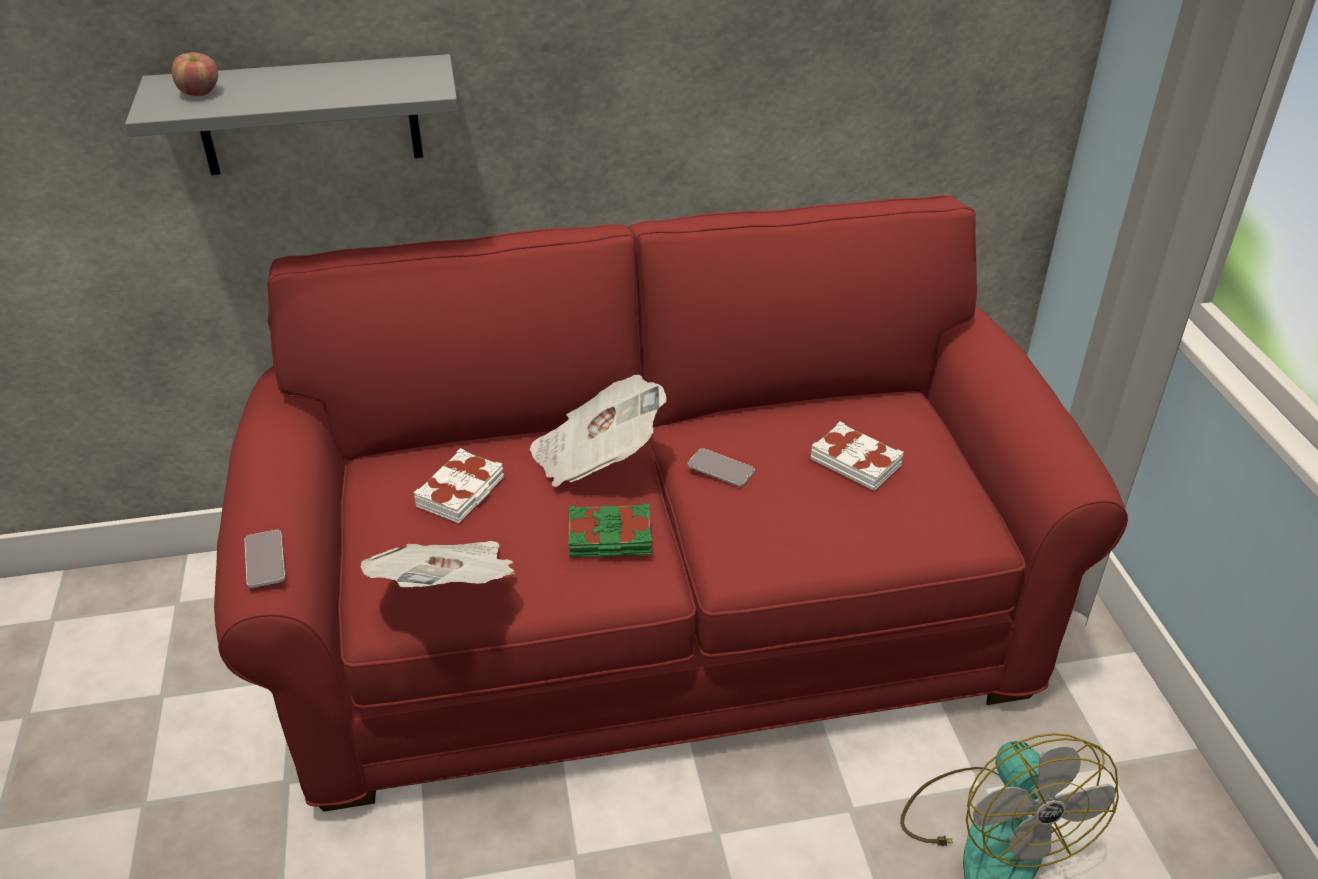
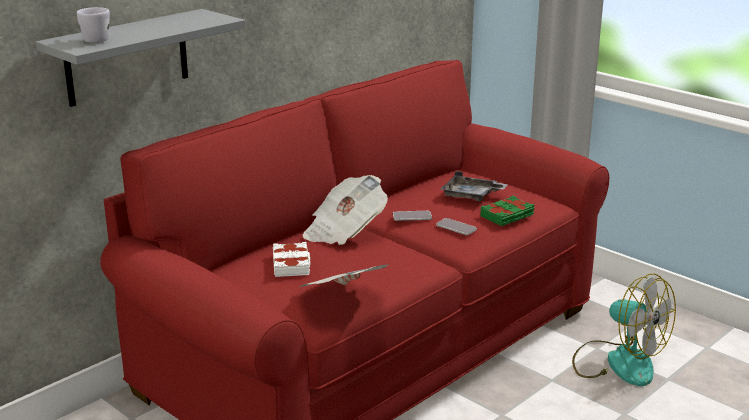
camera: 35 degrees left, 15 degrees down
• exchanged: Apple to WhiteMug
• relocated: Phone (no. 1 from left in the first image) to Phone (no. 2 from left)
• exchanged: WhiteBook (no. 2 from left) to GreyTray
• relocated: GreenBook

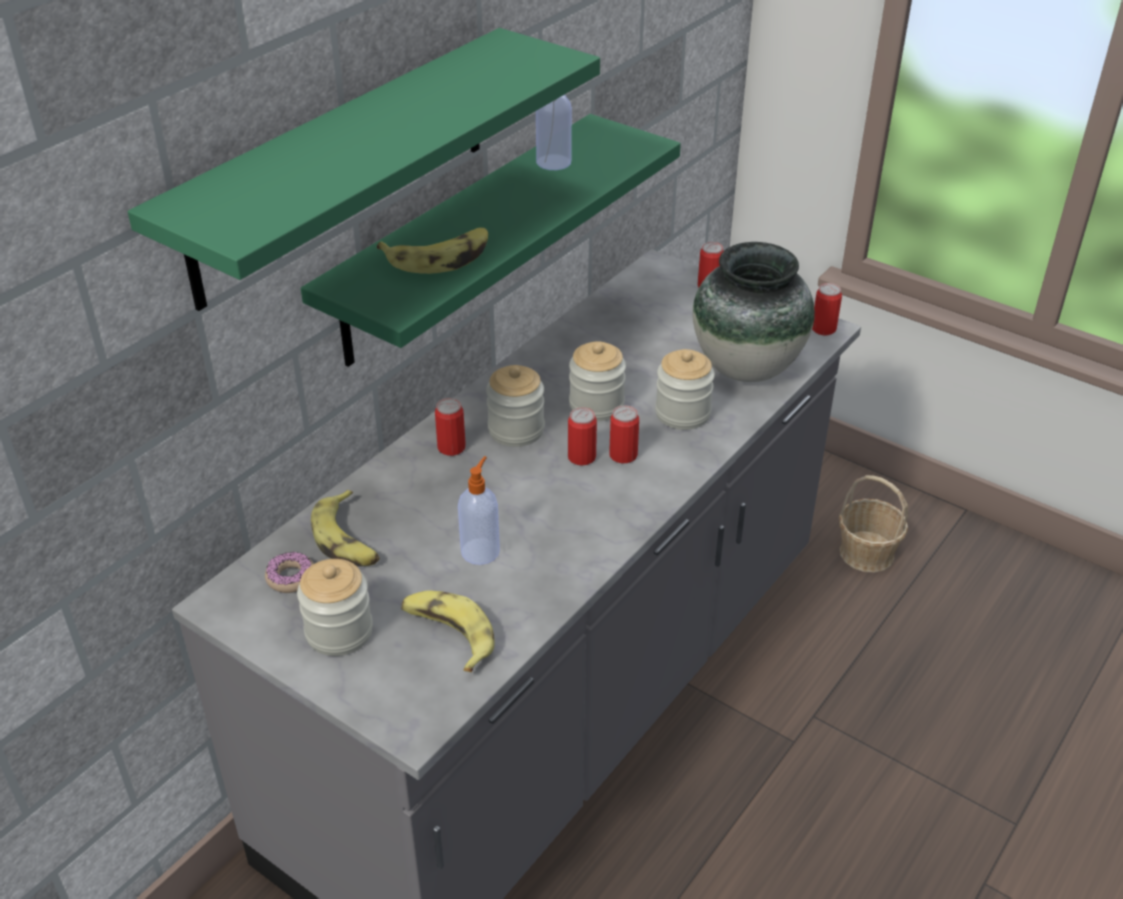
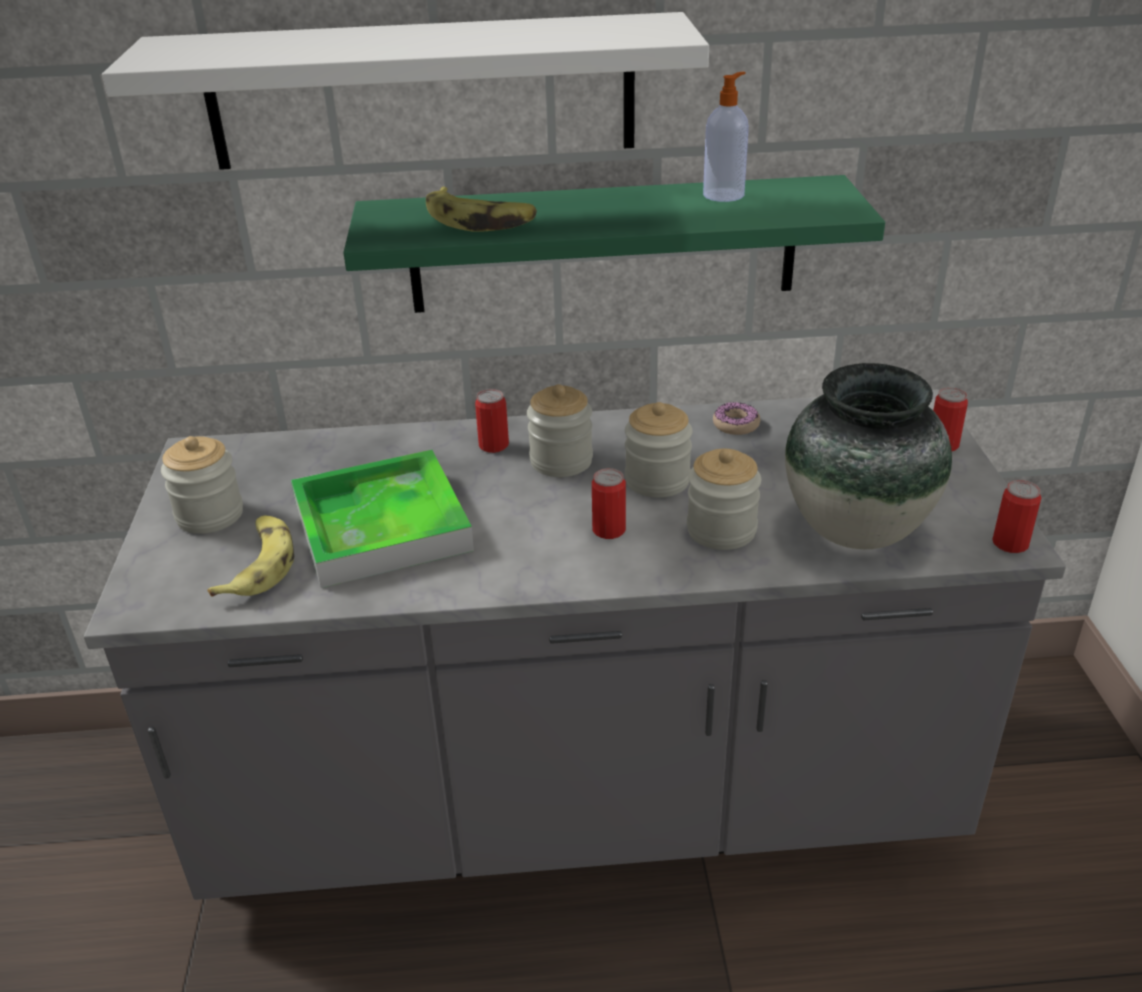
camera: 50 degrees right, 5 degrees down
• colour: GreenShelf (no. 1 from left) to WhiteShelf
• exchanged: SoapDispenser (no. 1 from left) to Tray
• relocated: Donut
• missing: Banana (no. 1 from left)
• missing: Can (no. 2 from left)
• missing: Basket

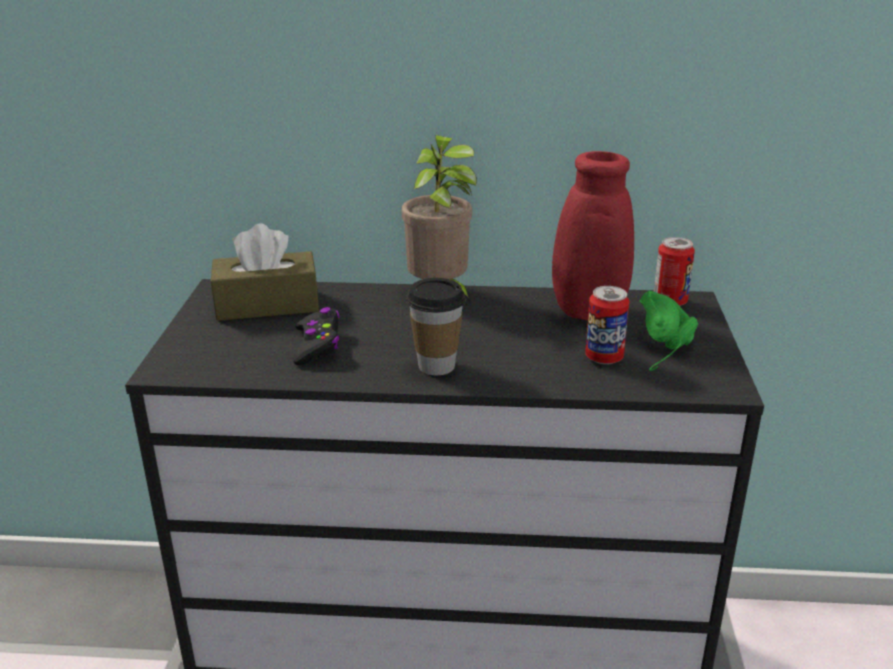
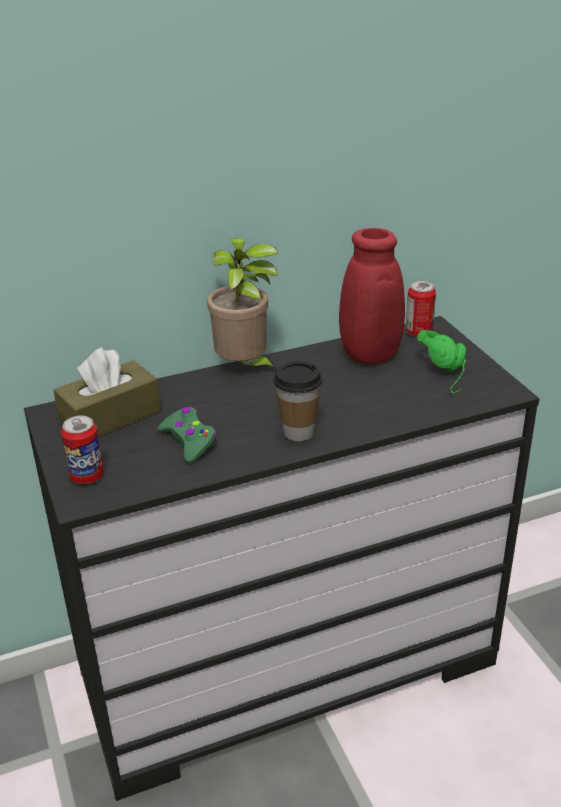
camera: 25 degrees left, 5 degrees up
• relocated: Can (no. 1 from left)
• colour: BlackGameController to GreenGameController

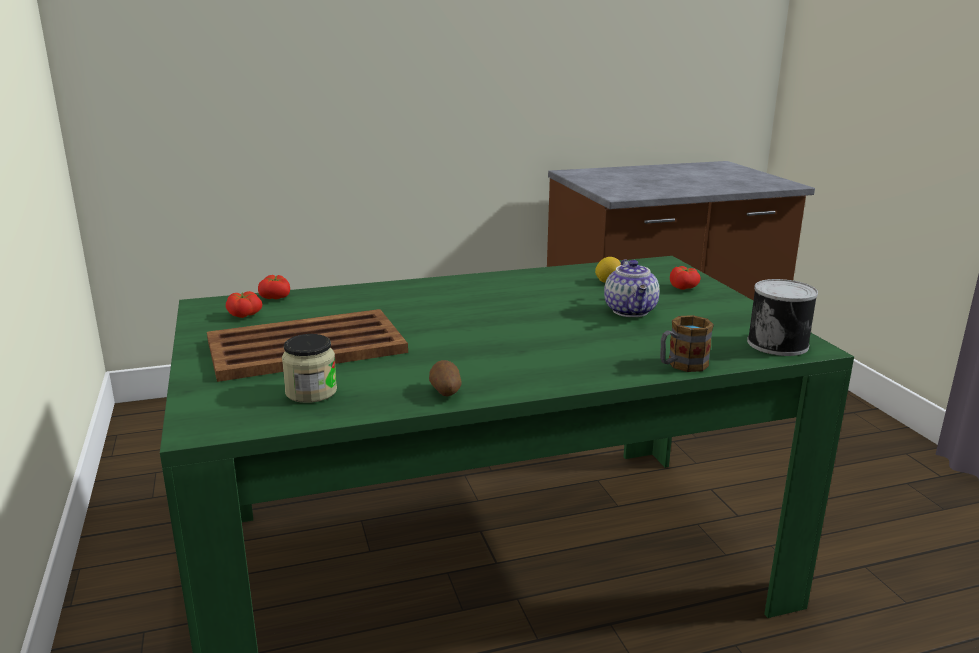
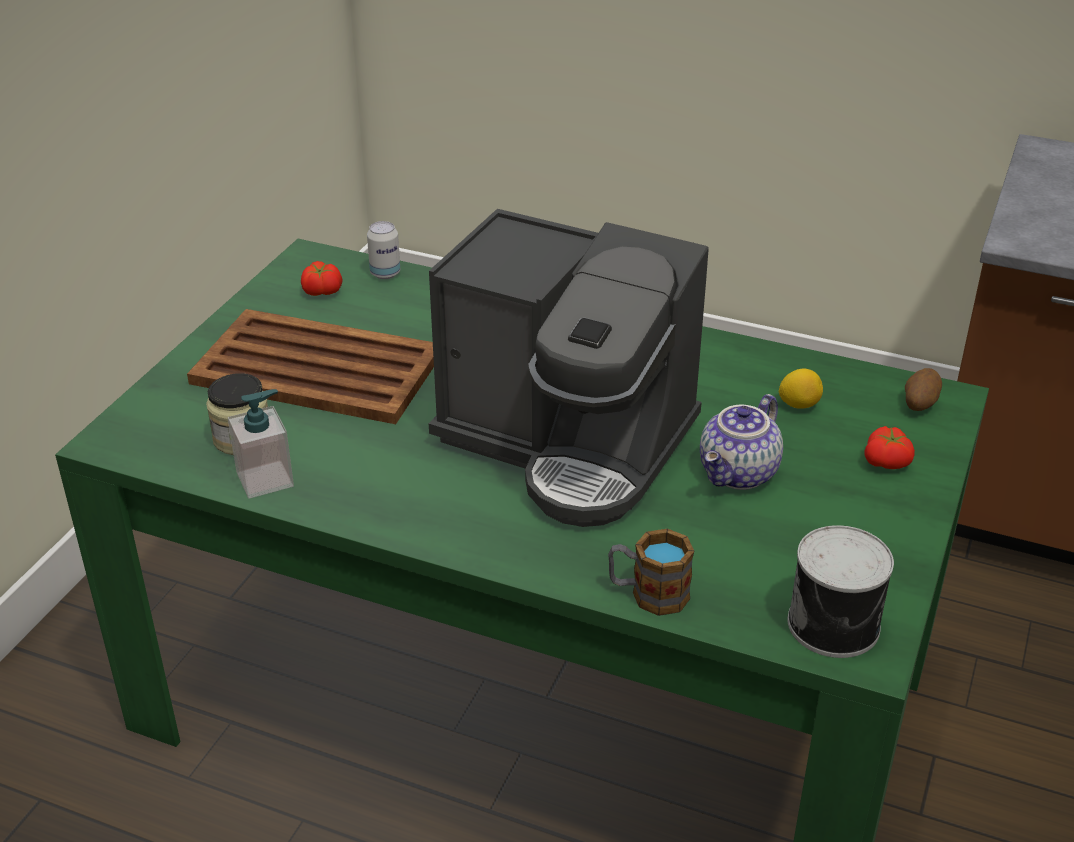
camera: 40 degrees right, 15 degrees up
• appeared: SoapDispenser
• exchanged: Tomato (no. 2 from left) to Can (no. 1 from left)
• appeared: CoffeeMachine
• relocated: Potato

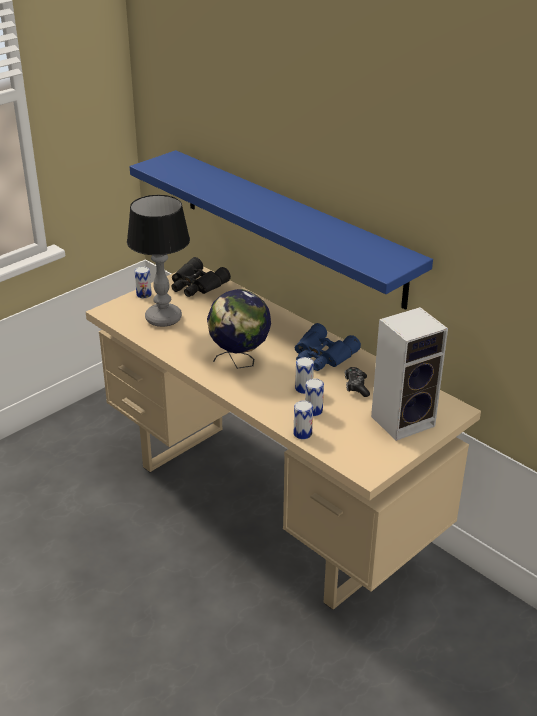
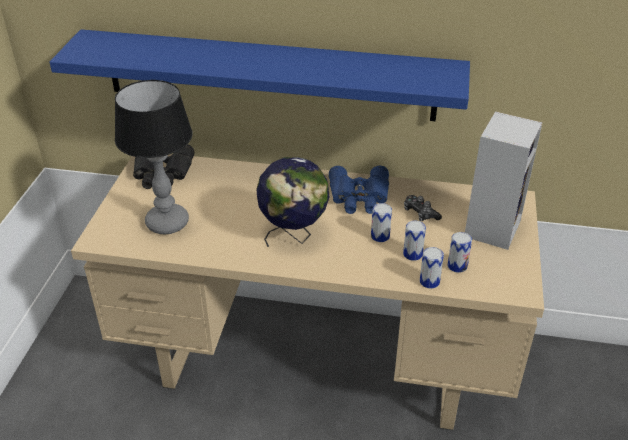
camera: 35 degrees left, 5 degrees up
• relocated: Can (no. 1 from left in the first image) to Can (no. 4 from left)

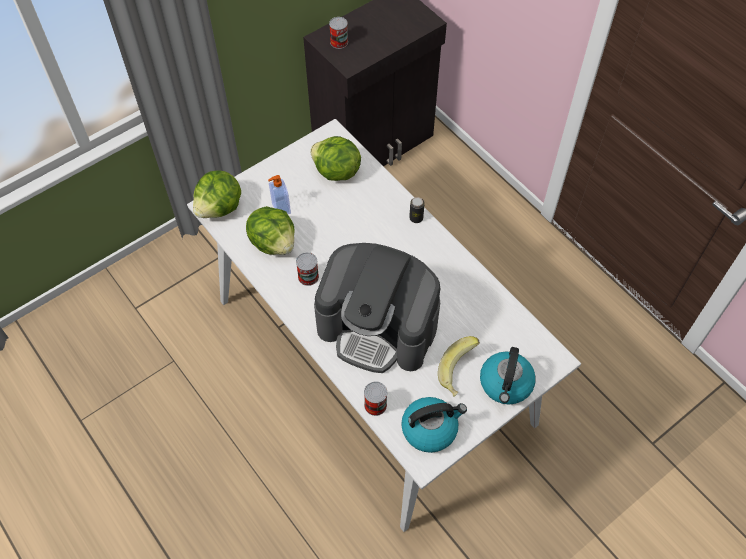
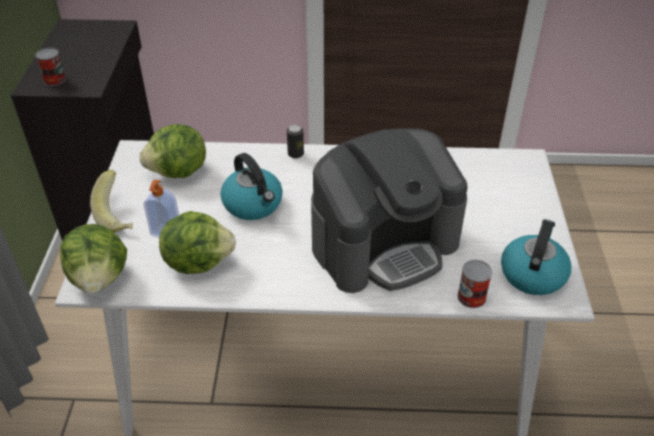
camera: 50 degrees left, 15 degrees down
• relocated: Banana
• relocated: Kettle (no. 2 from left in the first image) to Kettle (no. 1 from left)
• missing: Can (no. 1 from left)

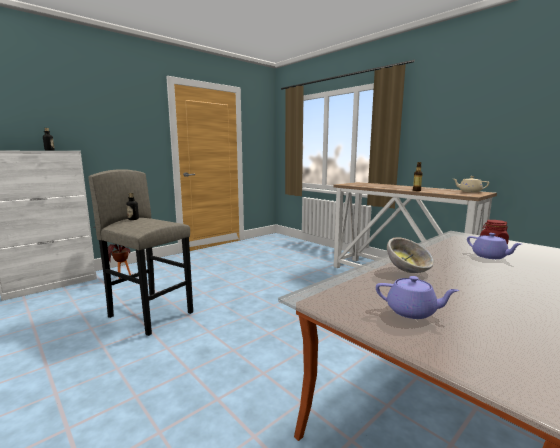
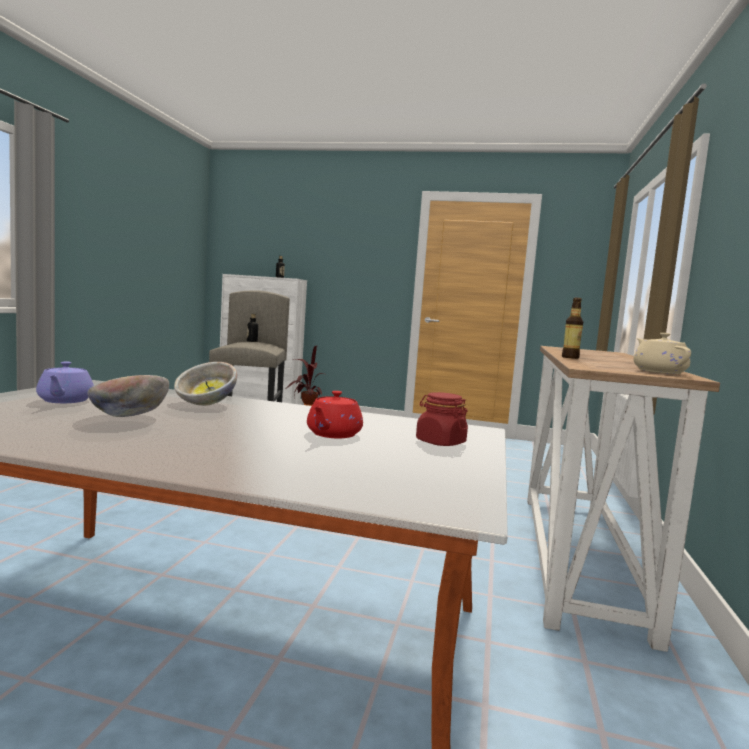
camera: 55 degrees right, 5 degrees down
• appeared: Bowl (no. 1 from left)
• colour: PurpleTeapot (no. 2 from left) to RedTeapot

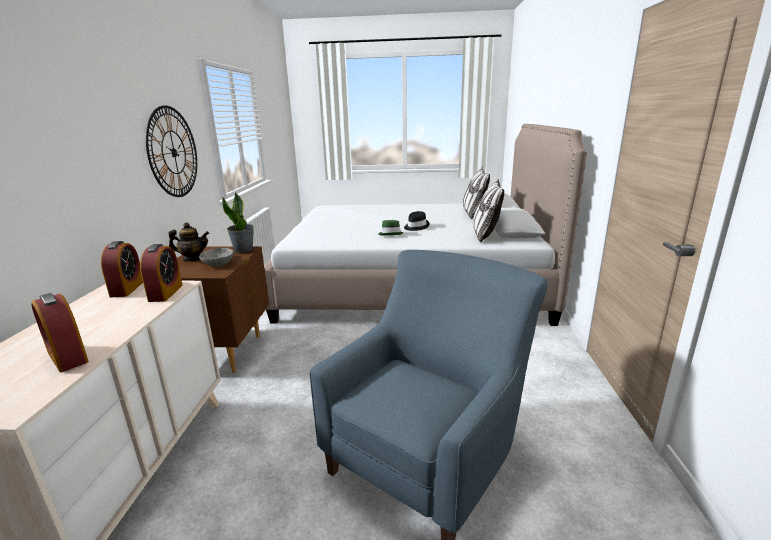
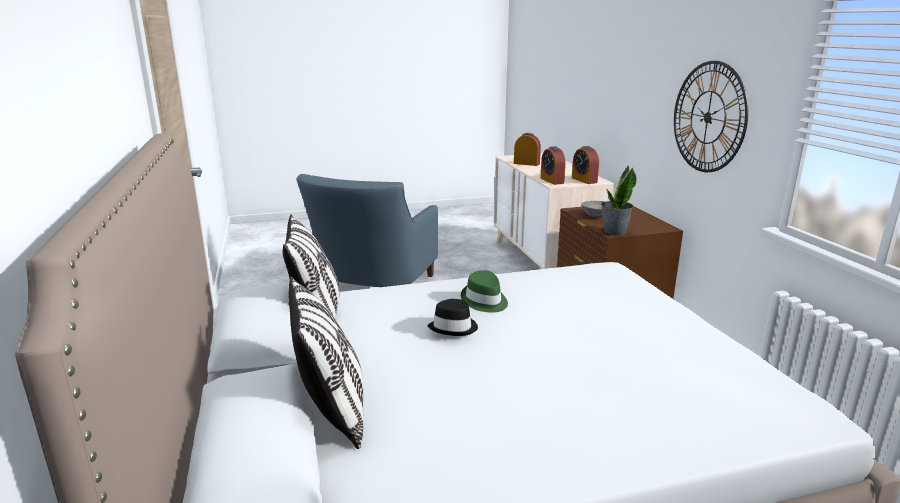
camera: 160 degrees right, 0 degrees up
• missing: Teapot

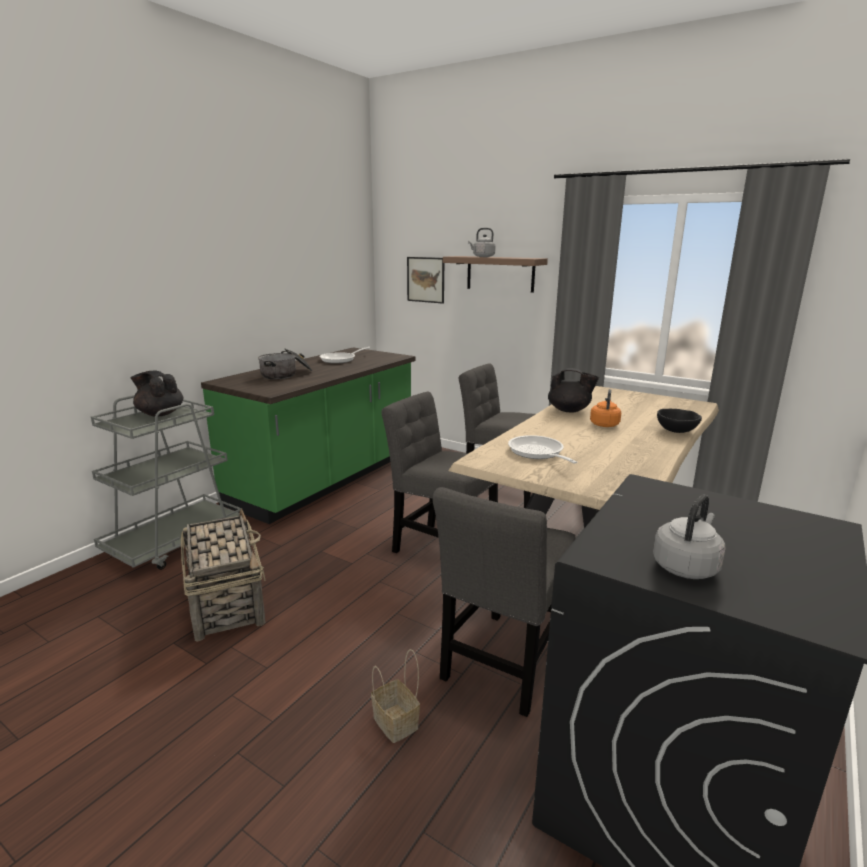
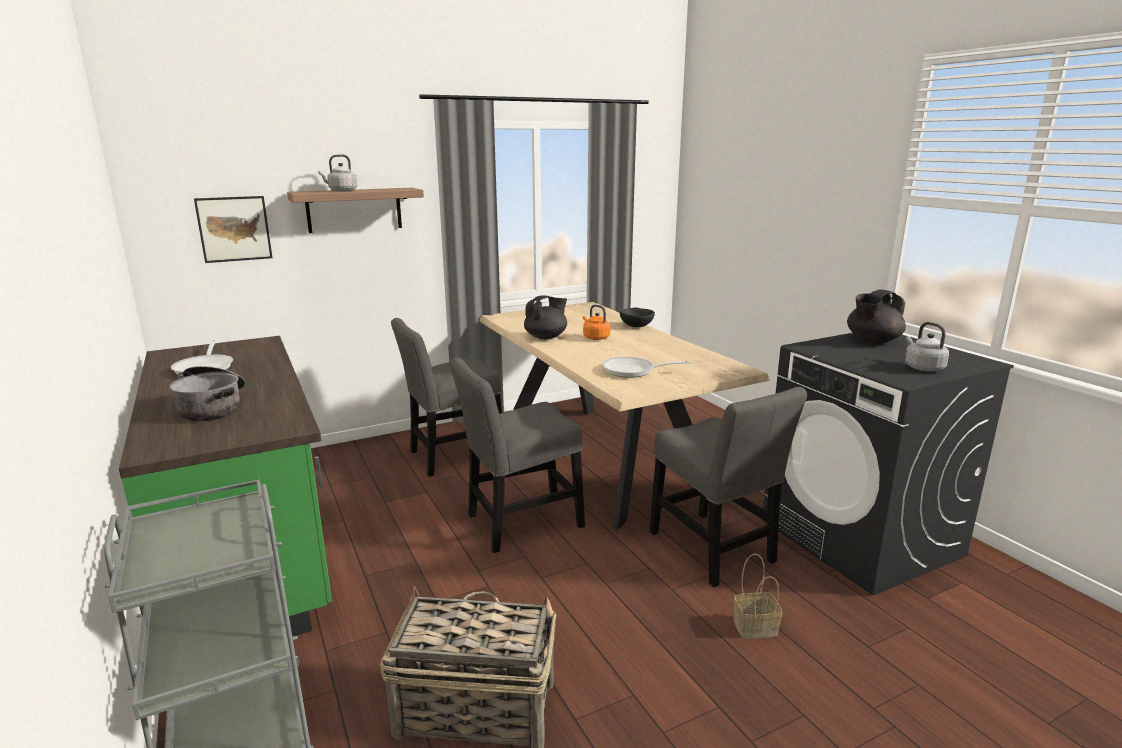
camera: 60 degrees left, 0 degrees up
• relocated: BlackTeapot (no. 1 from left in the first image) to BlackTeapot (no. 2 from left)

